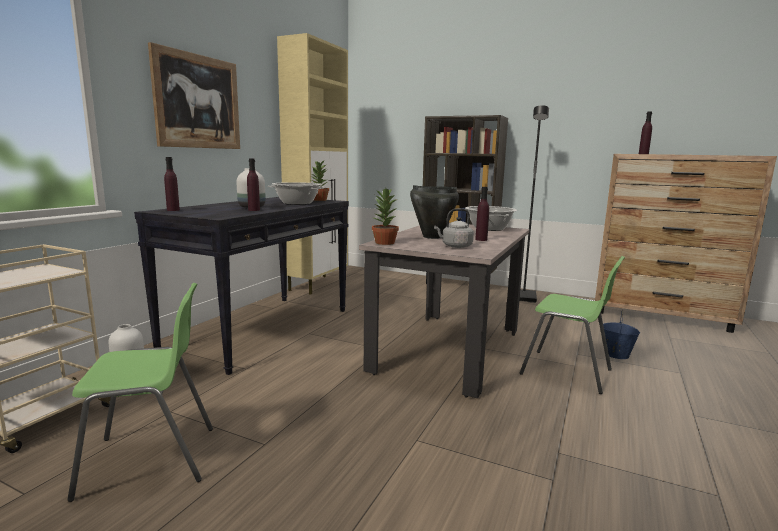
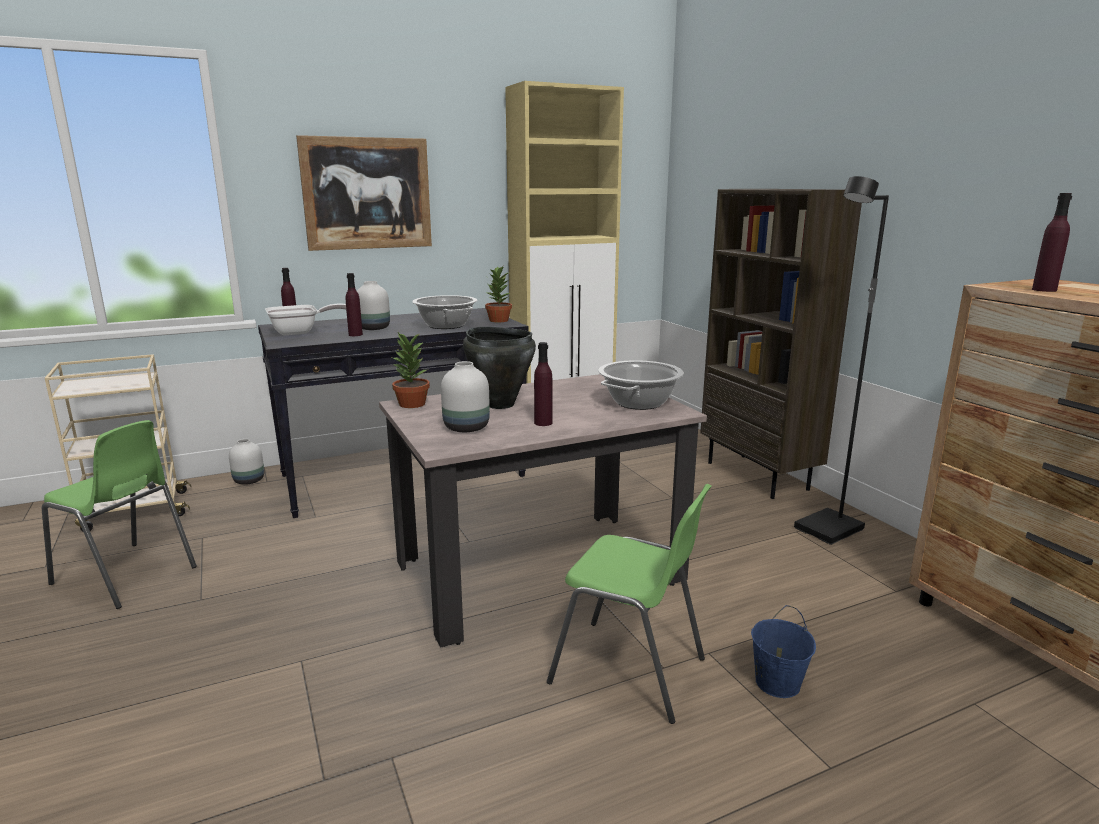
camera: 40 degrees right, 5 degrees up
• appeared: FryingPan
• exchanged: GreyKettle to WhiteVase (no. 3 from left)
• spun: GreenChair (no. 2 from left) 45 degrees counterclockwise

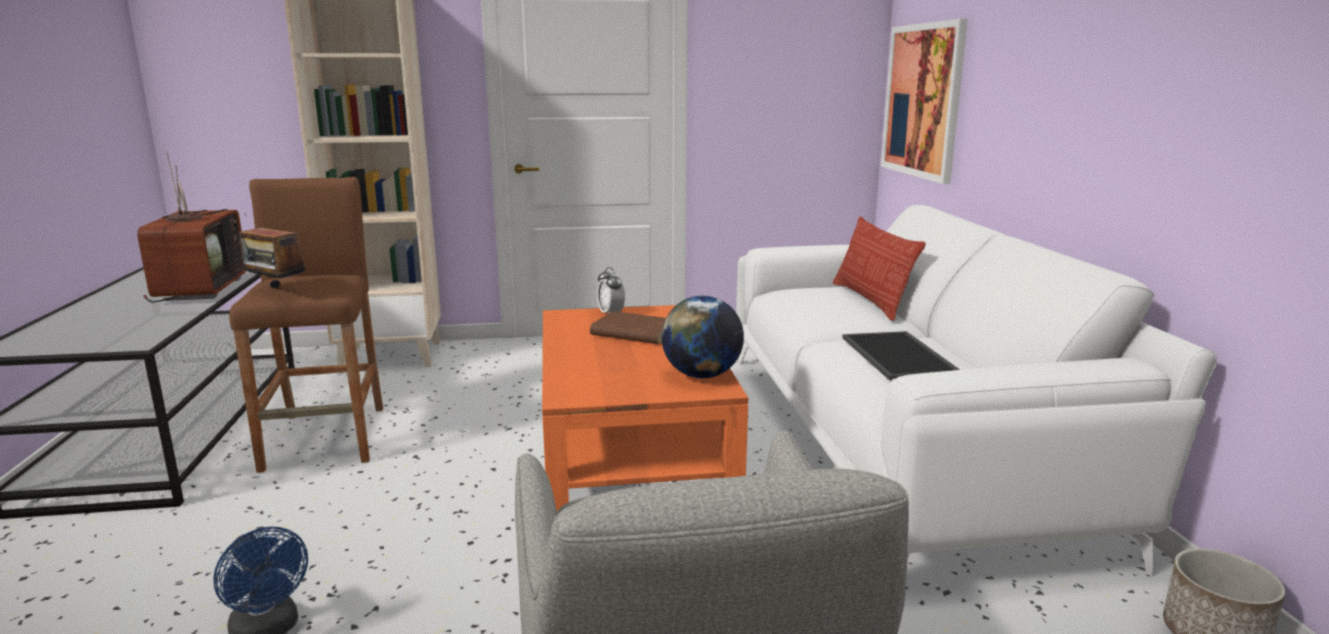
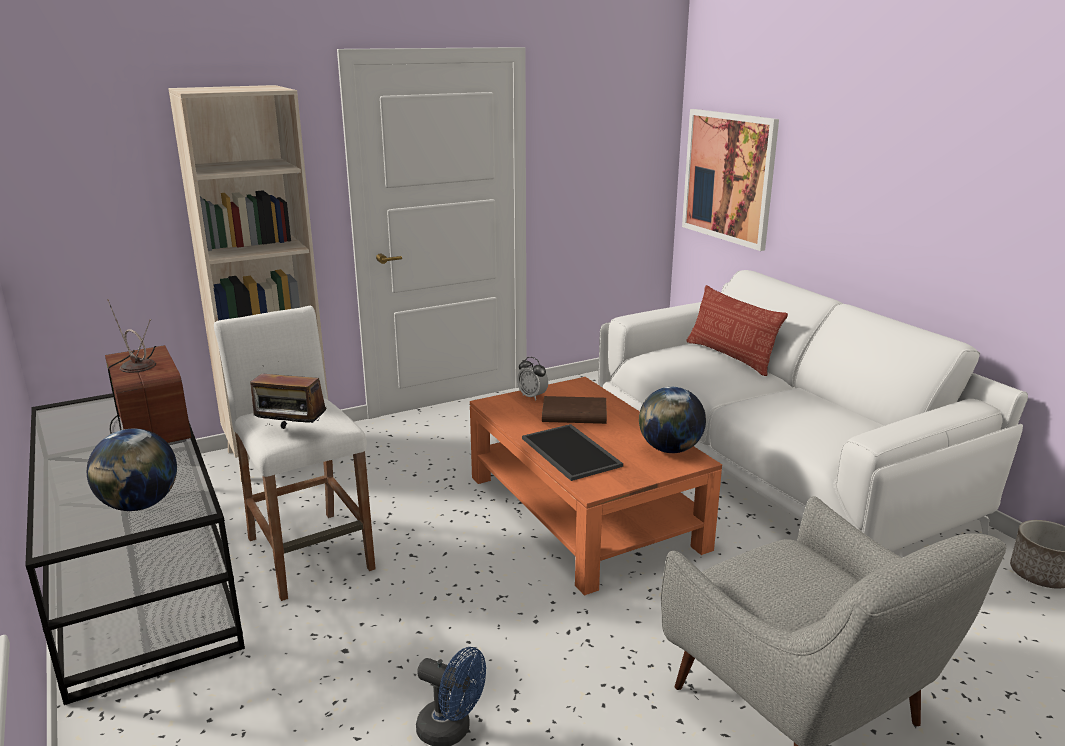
camera: 20 degrees left, 5 degrees up
• appeared: Globe (no. 1 from left)
• colour: BrownStool to WhiteStool
• relocated: Tray

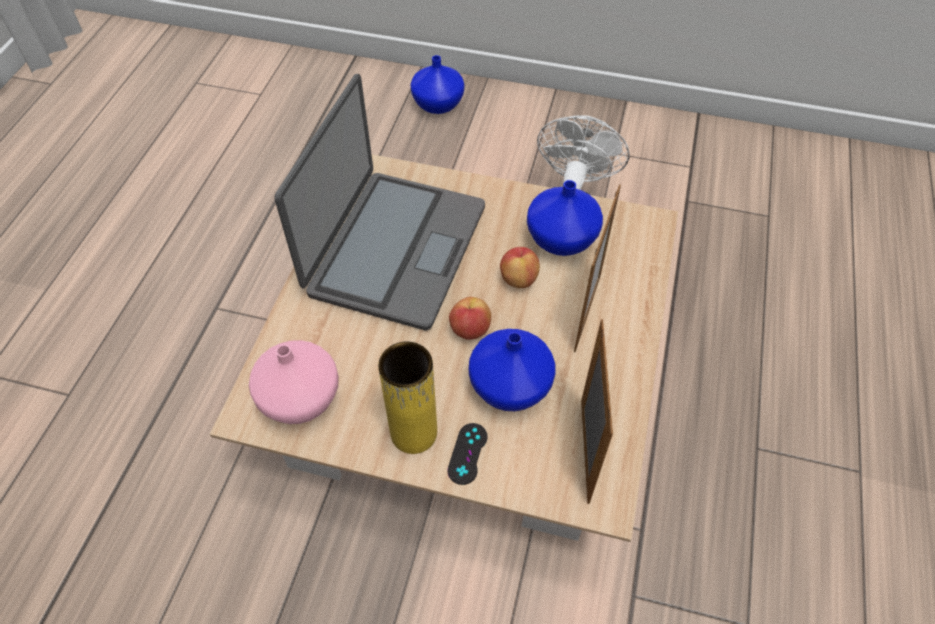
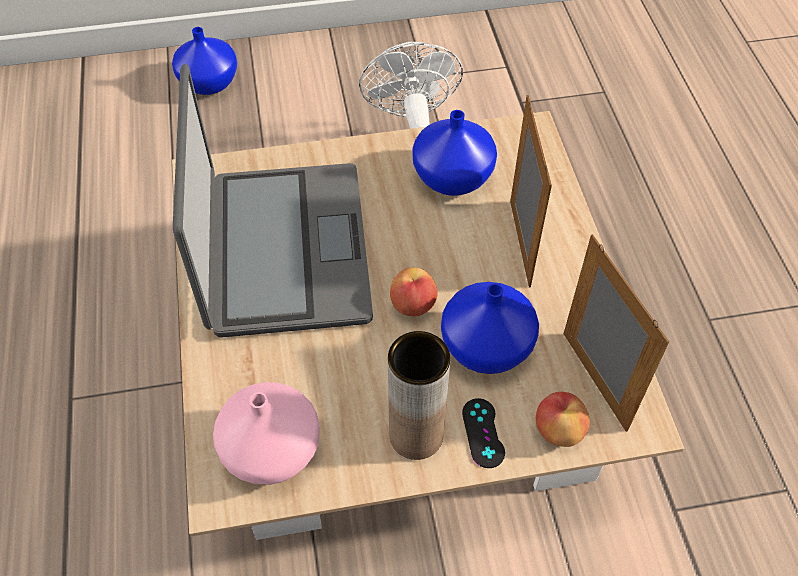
camera: 25 degrees left, 0 degrees up
• colour: YellowVase to BrownVase
• relocated: Apple (no. 2 from left)

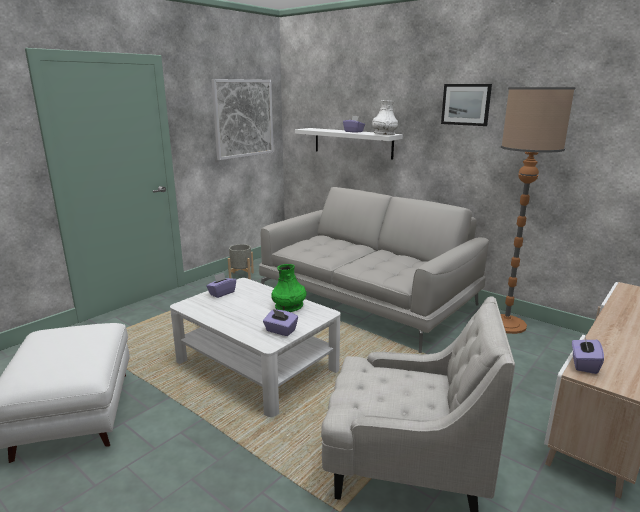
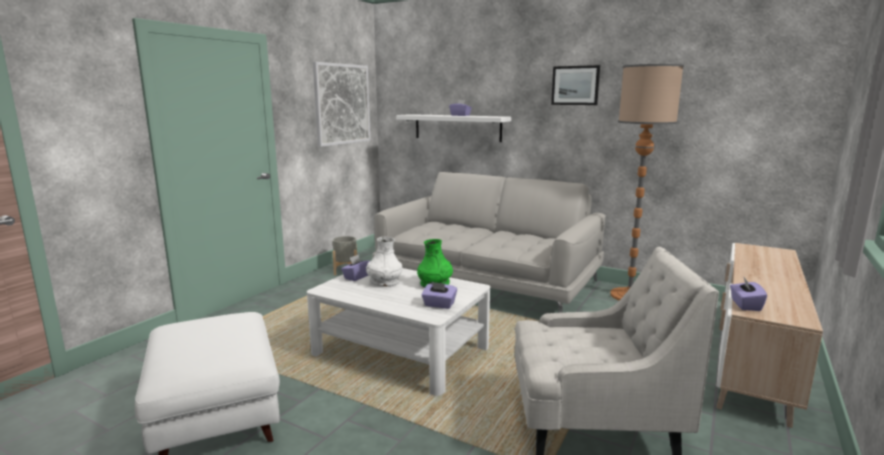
camera: 10 degrees left, 5 degrees down
• relocated: WhiteVase

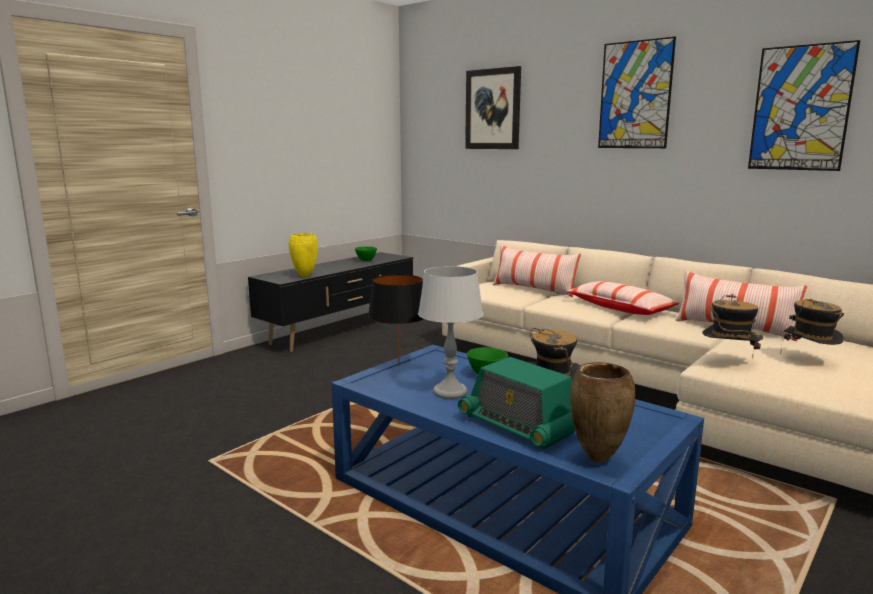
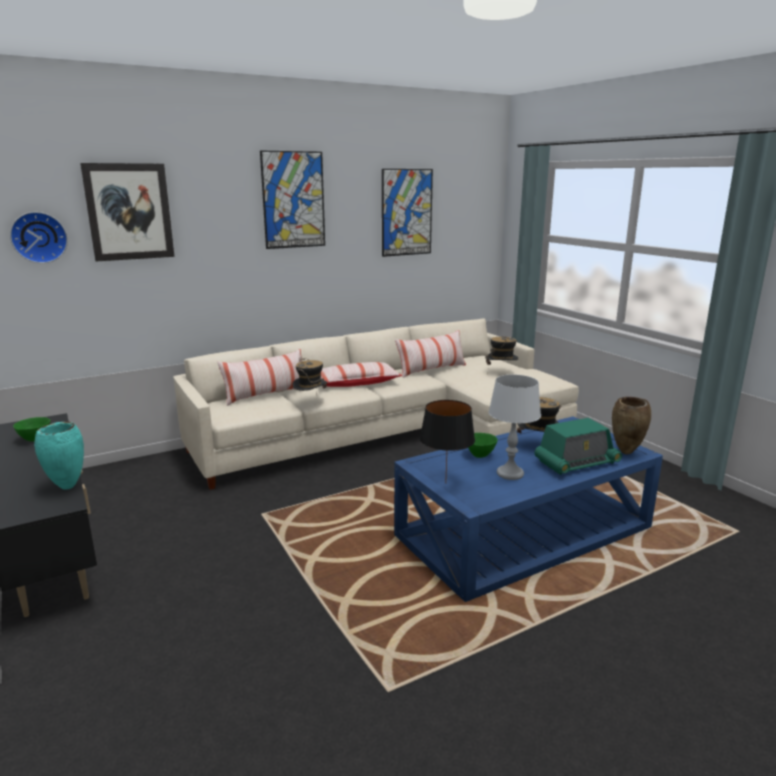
camera: 70 degrees left, 5 degrees up
• appeared: WallClock
• colour: YellowVase to TurquoiseVase
• relocated: Hat (no. 2 from left in the first image) to Hat (no. 1 from left)

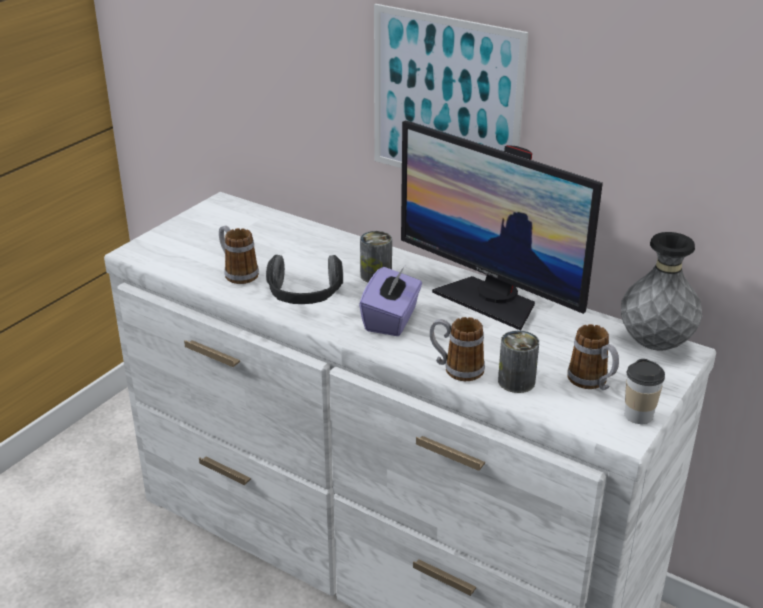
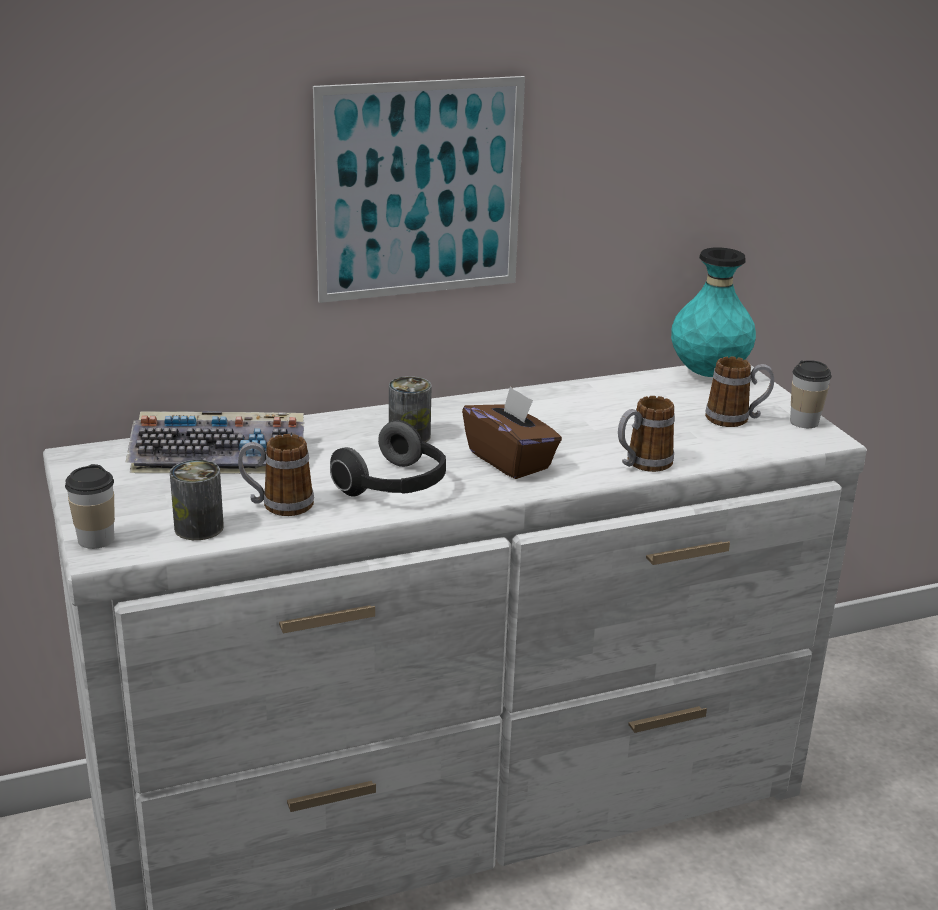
camera: 55 degrees left, 5 degrees down
• appeared: Cup (no. 1 from left)
• appeared: Keyboard
• relocated: Can (no. 2 from left in the first image) to Can (no. 1 from left)
• colour: PurpleTissueBox to BrownTissueBox
• colour: GreyVase to TurquoiseVase
• missing: Monitor

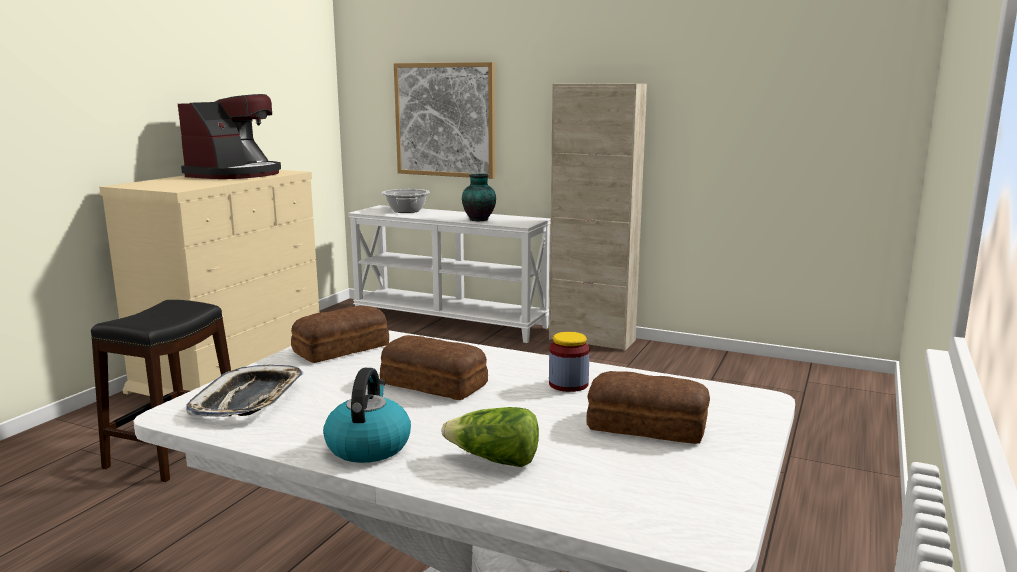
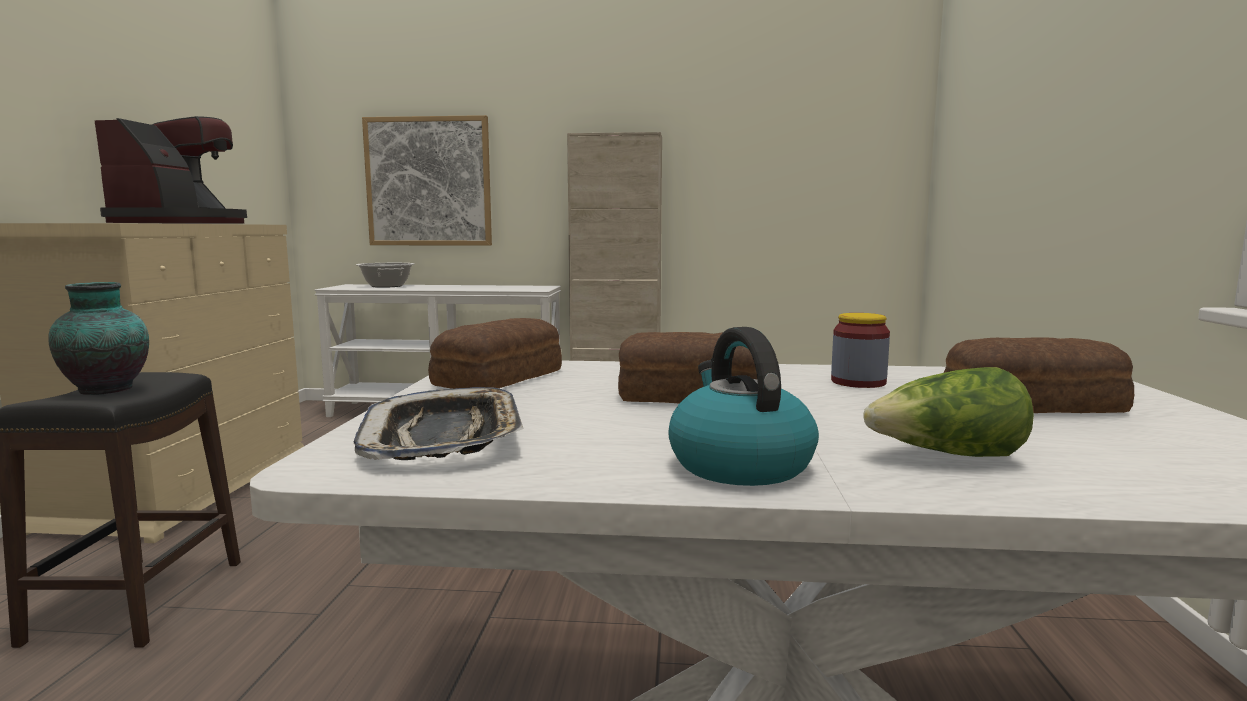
camera: 20 degrees left, 5 degrees down
• relocated: Vase

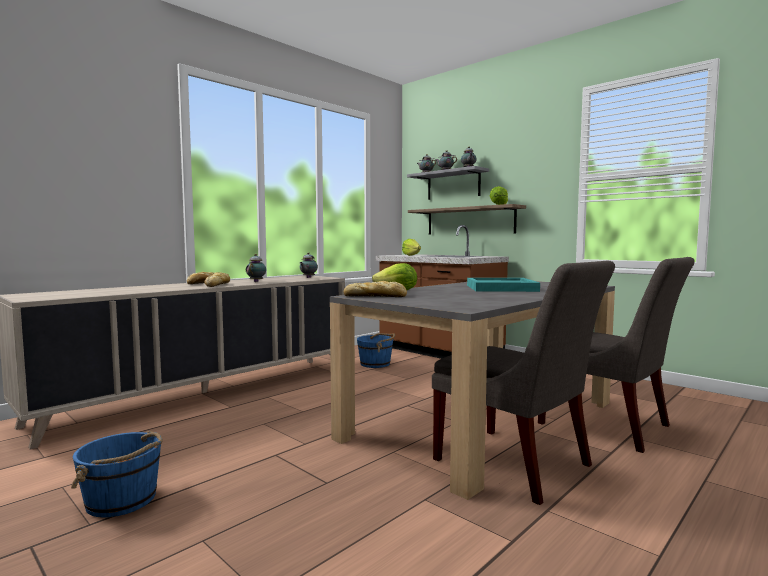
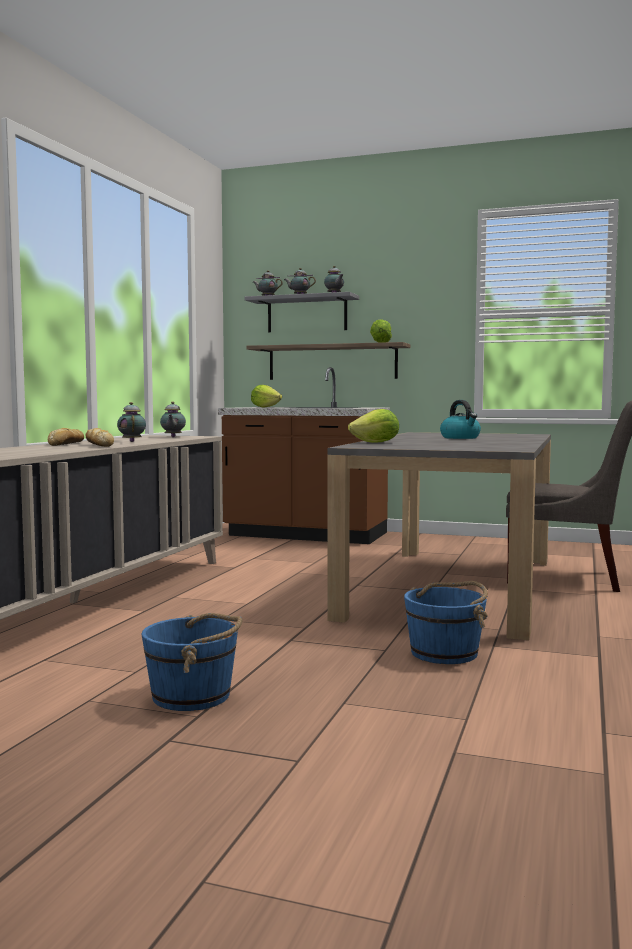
camera: 25 degrees left, 0 degrees up
• relocated: BlueBucket (no. 2 from left)
• exchanged: TurquoiseTray to Kettle
• missing: Bread (no. 3 from left)
• missing: GreyChair (no. 1 from left)

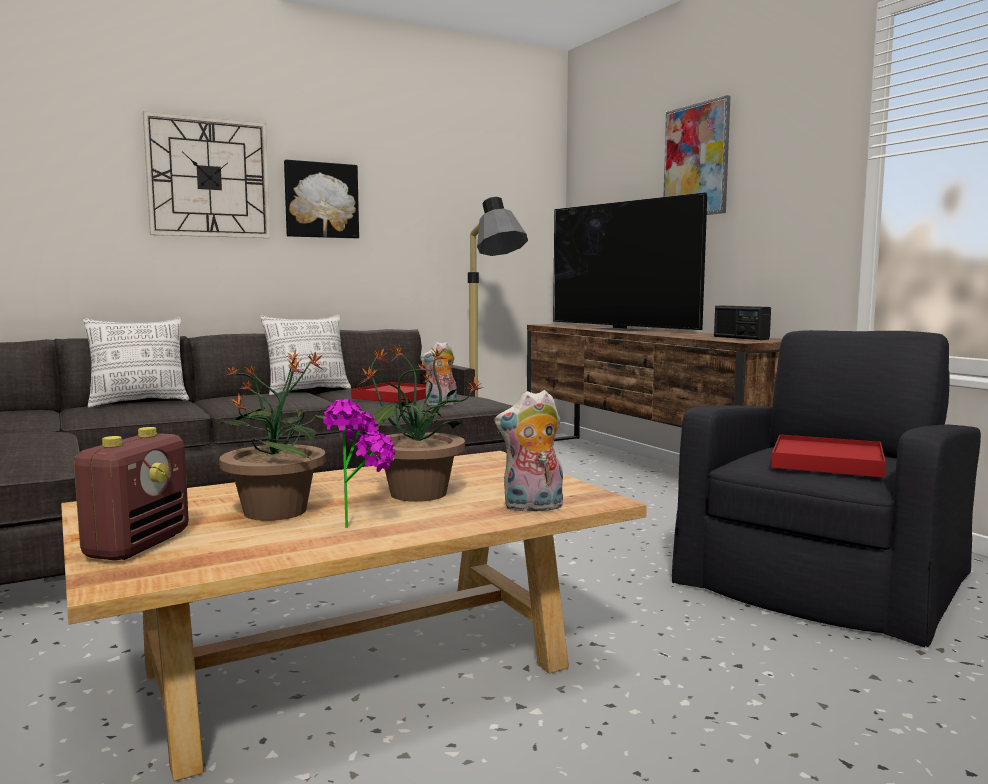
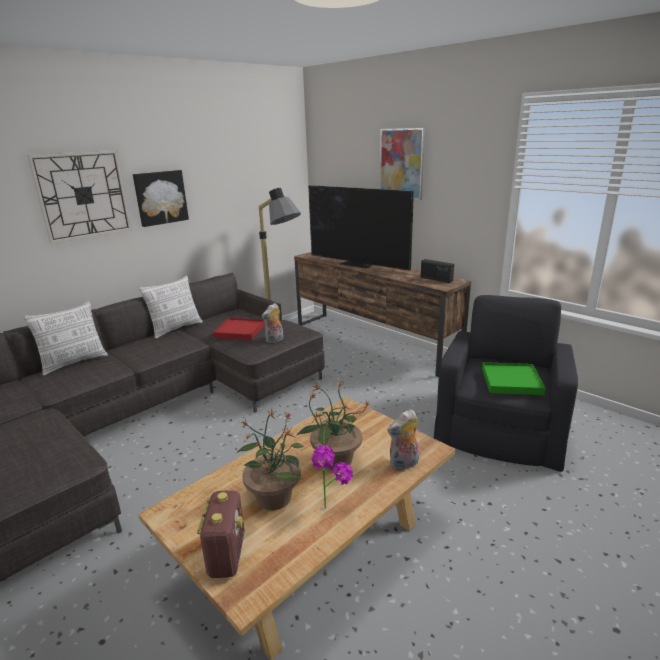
camera: 15 degrees left, 15 degrees up
• colour: RedTray (no. 2 from left) to GreenTray

